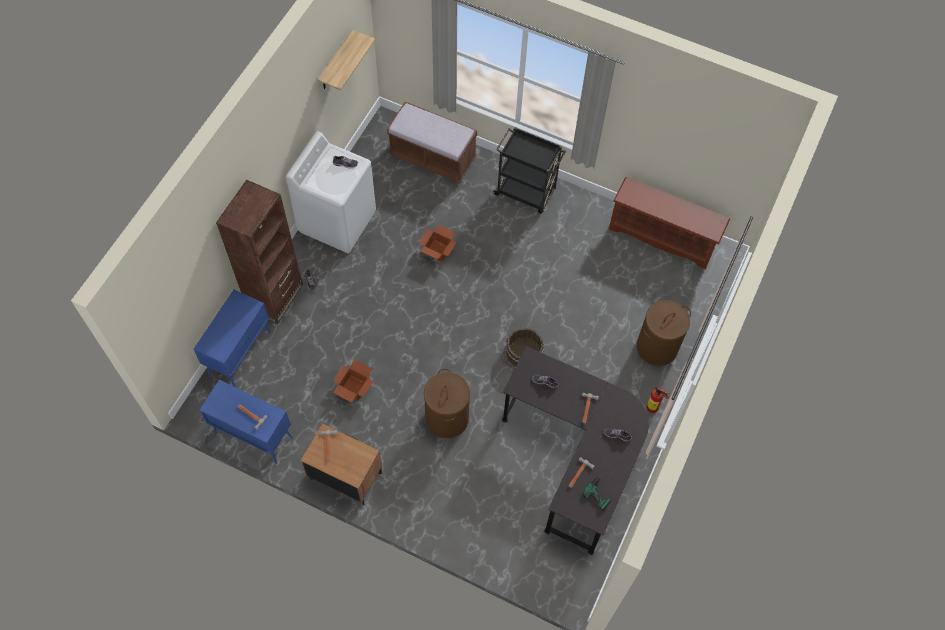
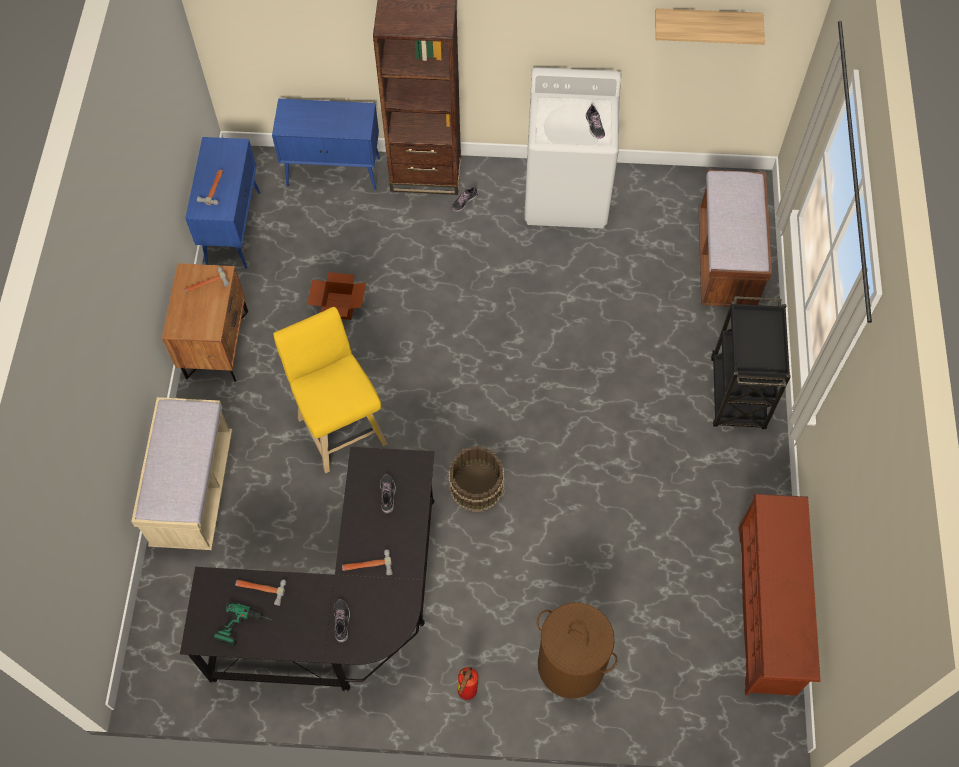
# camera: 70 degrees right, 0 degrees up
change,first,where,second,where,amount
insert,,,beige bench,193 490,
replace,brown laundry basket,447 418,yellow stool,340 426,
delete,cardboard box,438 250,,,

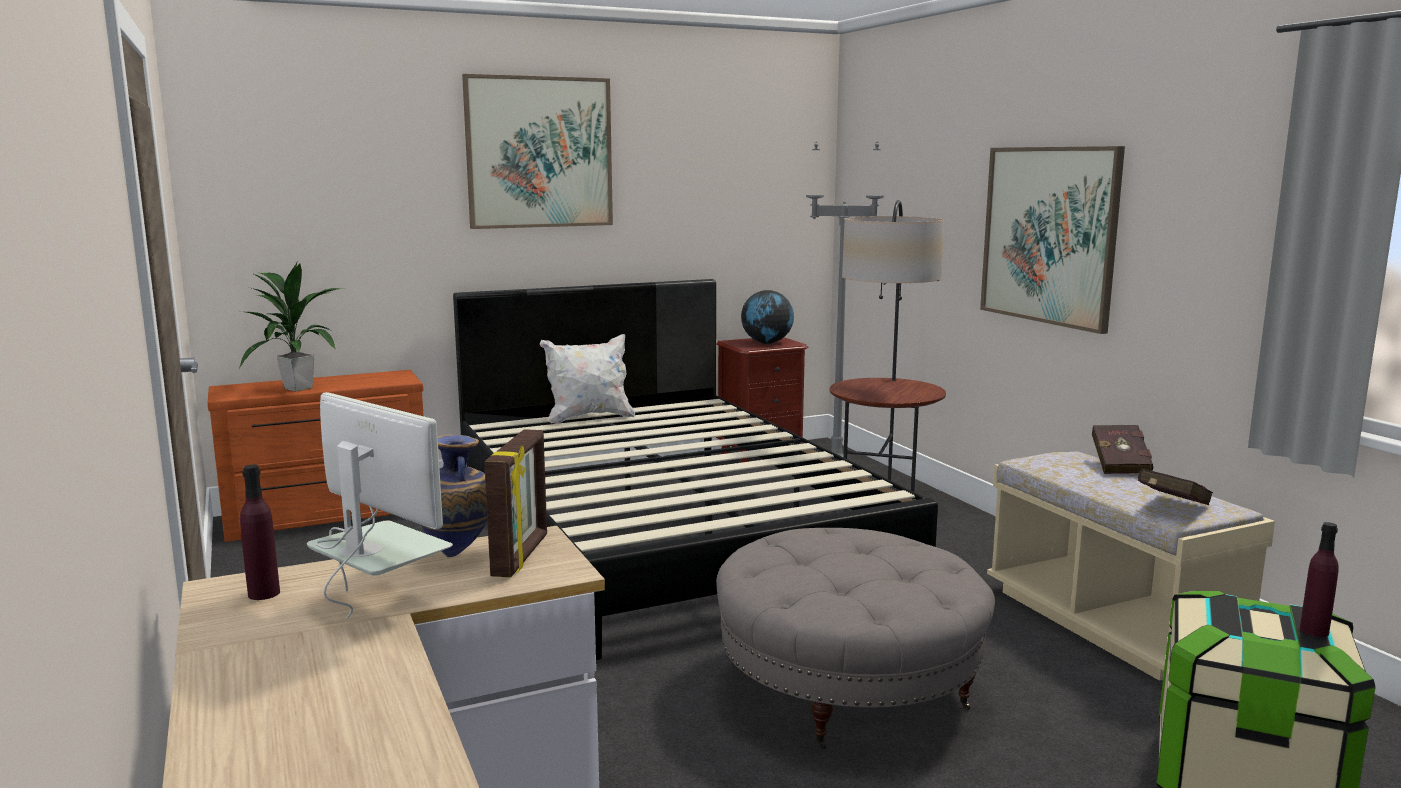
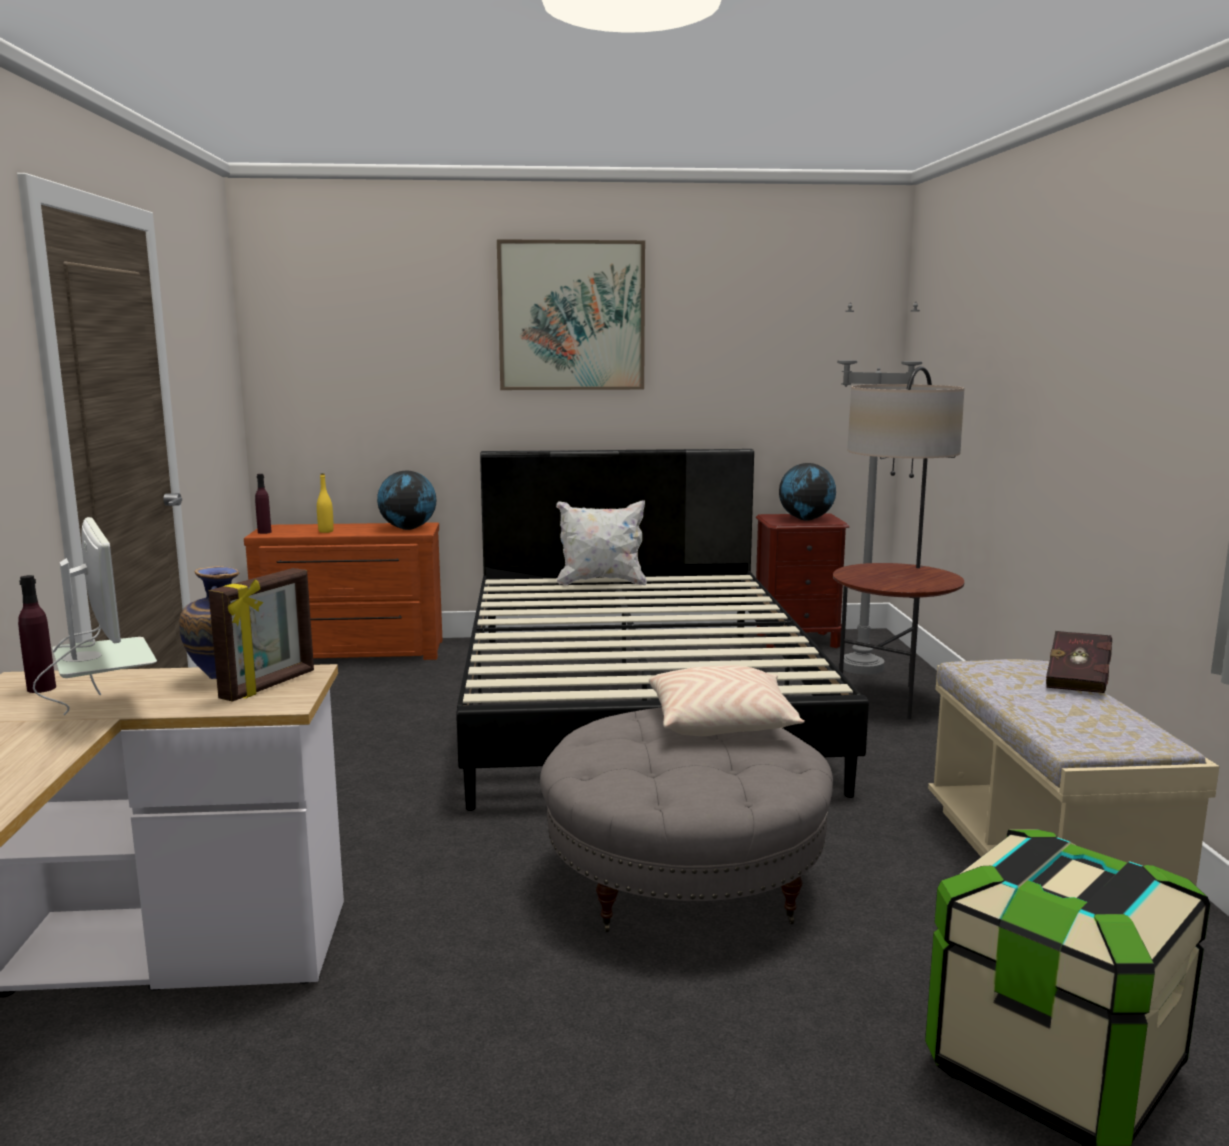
# camera: 20 degrees right, 0 degrees up
change,first,where,second,where,amount
move,purple bottle,1314 631,,264 532,
replace,potted plant,298 388,yellow bottle,326 531,
insert,,,globe,408 528,
insert,,,beige pillow,722 724,
delete,picture,1049 235,,,
delete,red book,1170 507,,,

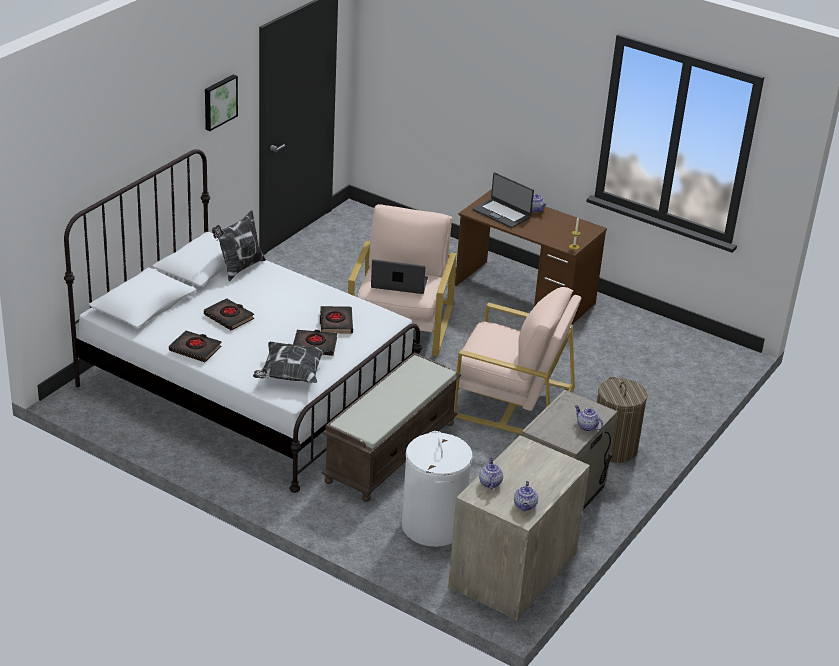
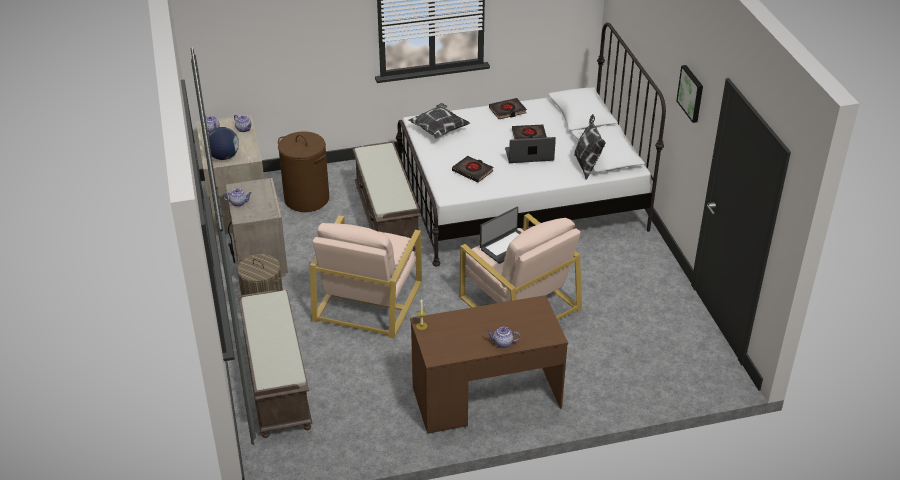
# camera: 135 degrees right, 5 degrees up
change,first,where,second,where,amount
insert,,,globe,224 157,
insert,,,brown bench,276 382,
recolor,white laundry basket,433 526,brown laundry basket,306 199,
rotate,beige armchair,512 401,,368 300,45 degrees counterclockwise
move,laptop,502 213,,529 155,
delete,black book,315 345,,,

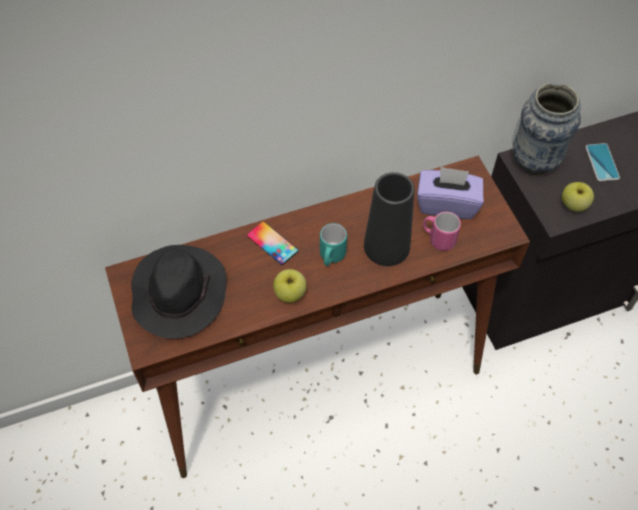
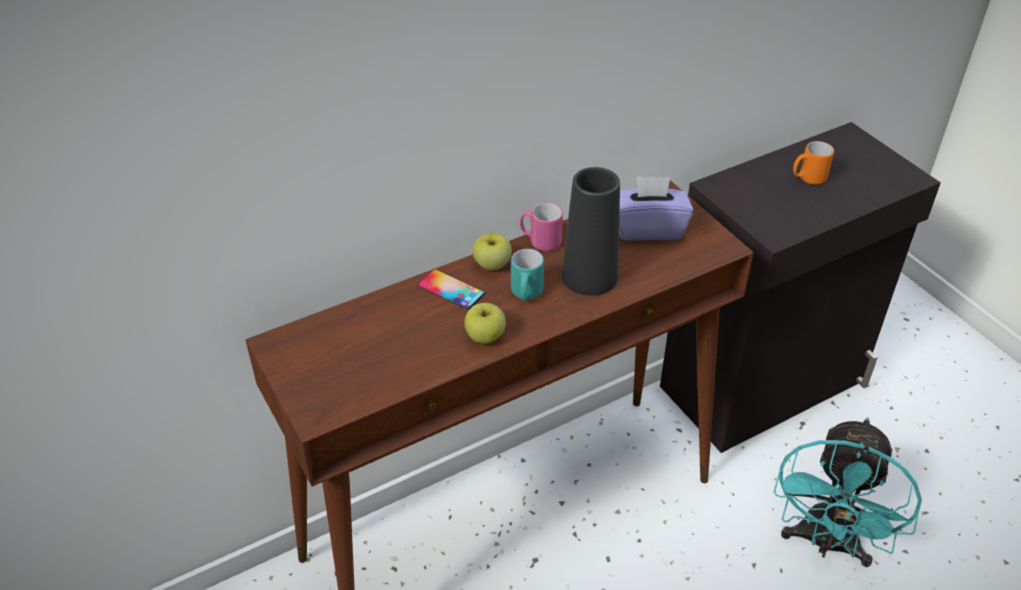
# camera: 10 degrees left, 15 degrees down
change,first,where,second,where,amount
move,apple,573 205,,492 265,
move,pink mug,438 239,,540 241,
insert,,,turquoise fan,826 544,
replace,phone,601 162,orange mug,807 178,
delete,black hat,179 292,,,
delete,vase,534 161,,,

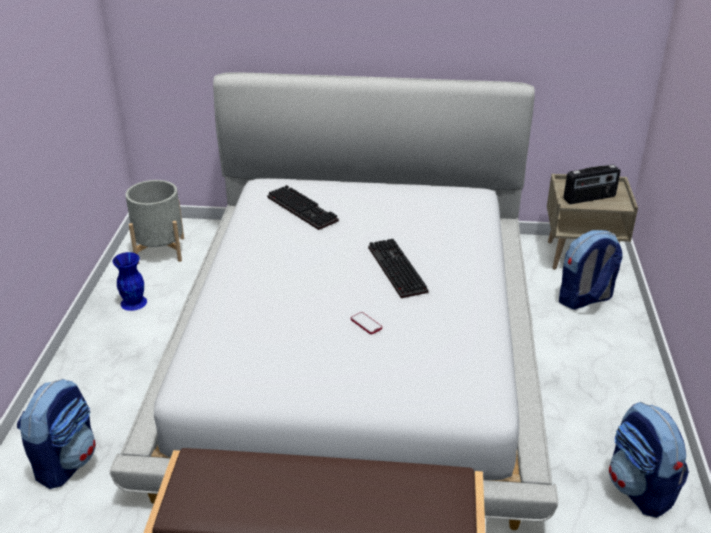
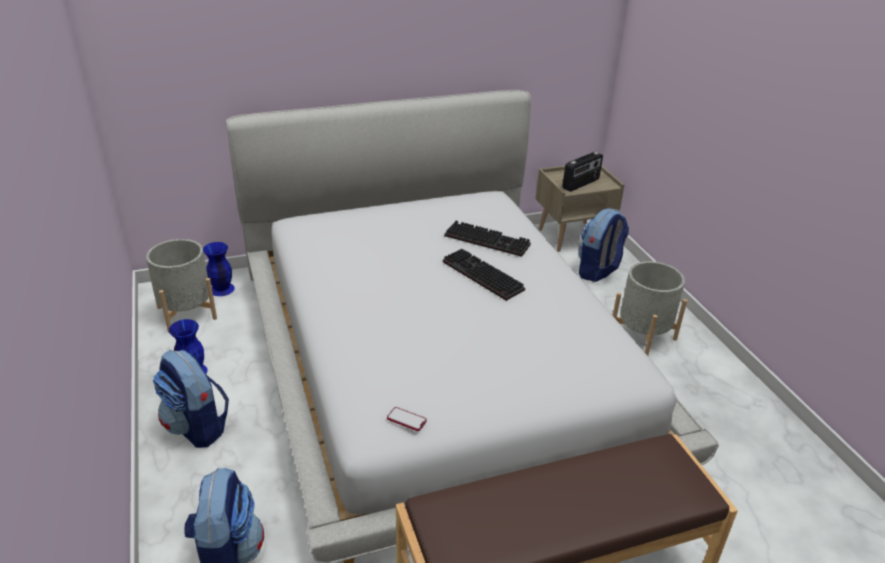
# camera: 25 degrees left, 0 degrees up
change,first,where,second,where,amount
move,backpack,640 489,,197 427,
insert,,,blue vase,221 289,
move,phone,366 324,,406 420,
move,keyboard,304 209,,489 240,
insert,,,grey planter,643 336,

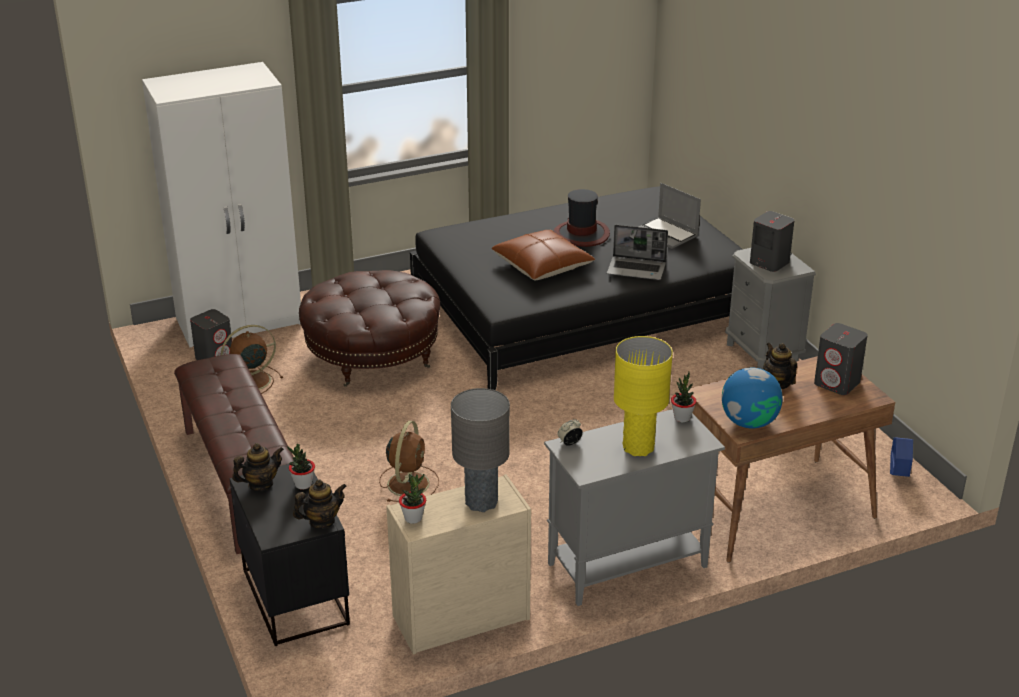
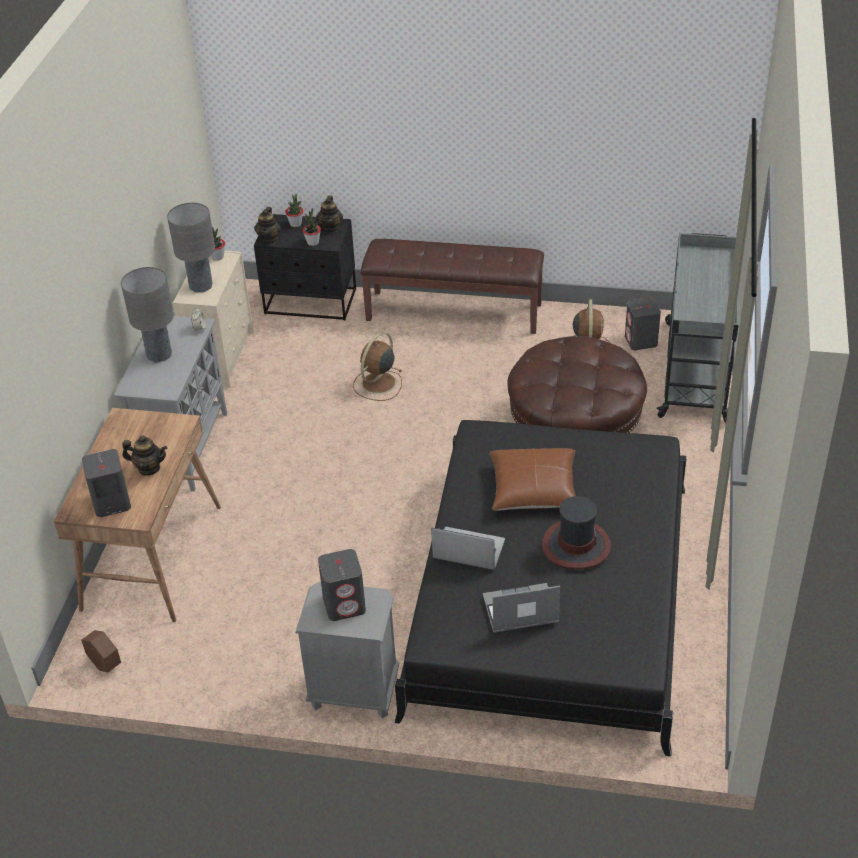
# camera: 125 degrees right, 10 degrees up
change,first,where,second,where,amount
recolor,blue planter,898 474,brown planter,105 665,
recolor,yellow table lamp,638 447,grey table lamp,159 355,
move,potted plant,682 418,,295 224,
rotate,brown fan,409 483,,378 384,75 degrees clockwise
rotate,laptop,637 269,,467 551,60 degrees clockwise
replace,white wardrobe,240 321,grey cart,696 369,
delete,globe,749 422,,,

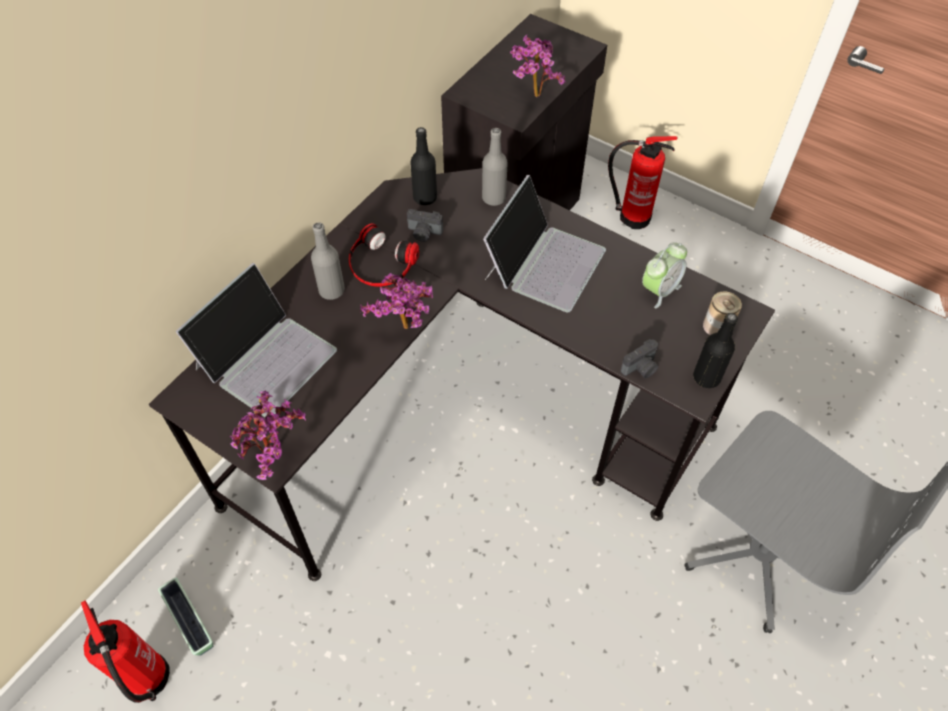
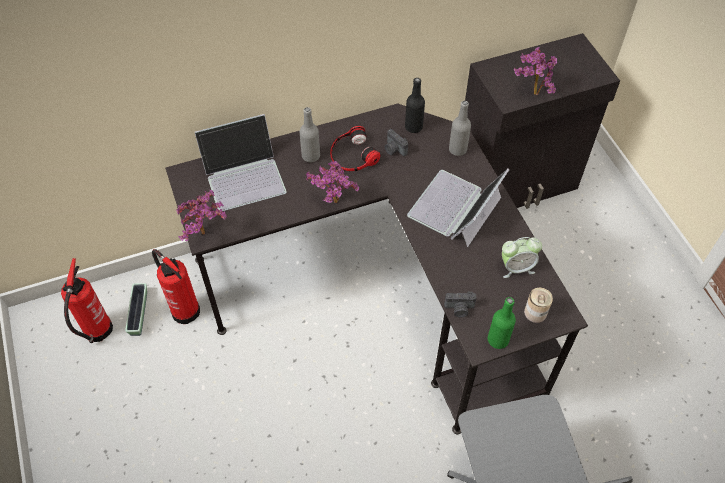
# camera: 35 degrees right, 0 degrees up
change,first,where,second,where,amount
move,fire extinguisher,631 216,,184 309,
rotate,laptop,544 262,,455 208,150 degrees clockwise
recolor,black bottle,706 377,green bottle,498 340,

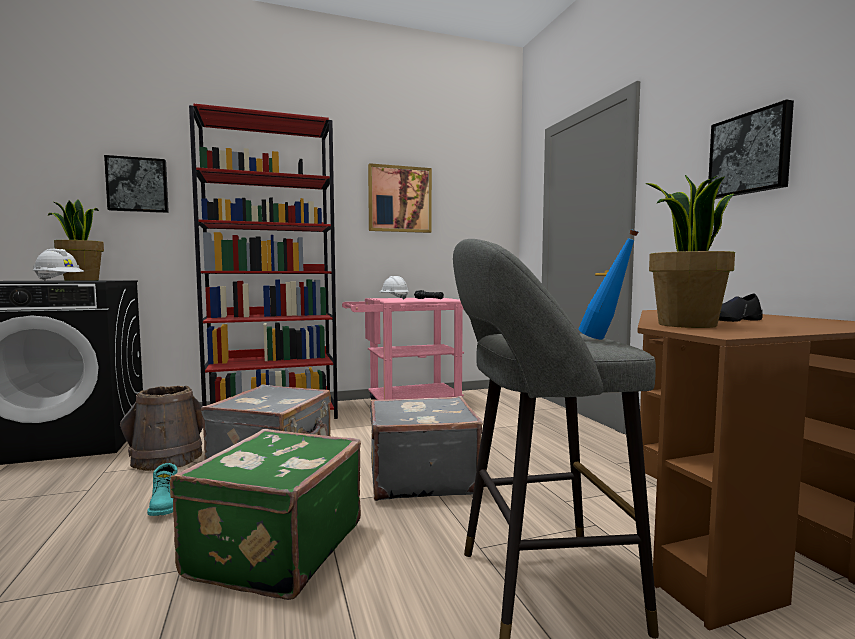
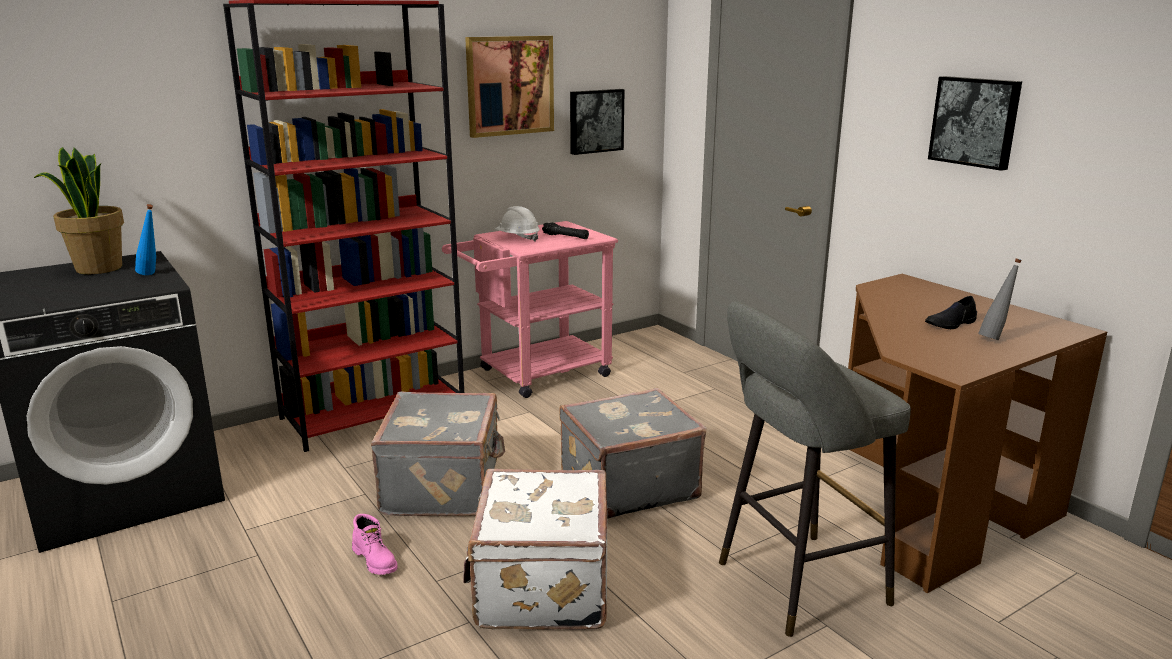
# camera: 15 degrees left, 15 degrees up
change,first,where,second,where,amount
move,blue bottle,605 339,,152 275,
recolor,turquoise boot,165 505,pink boot,376 560,
recolor,green suitcase,273 549,white suitcase,540 587,
move,picture,138 185,,595 121,
insert,,,grey bottle,994 338,
delete,white hard hat,59 280,,,
delete,brown bucket,167 459,,,
delete,potted plant,685 325,,,

